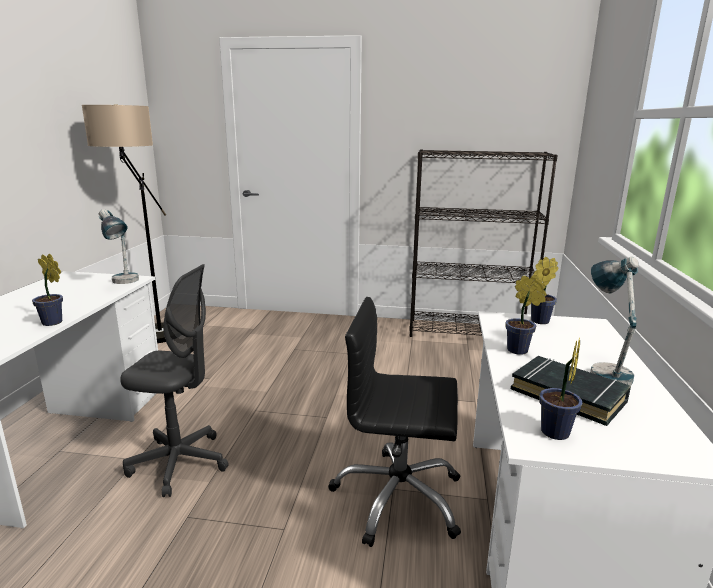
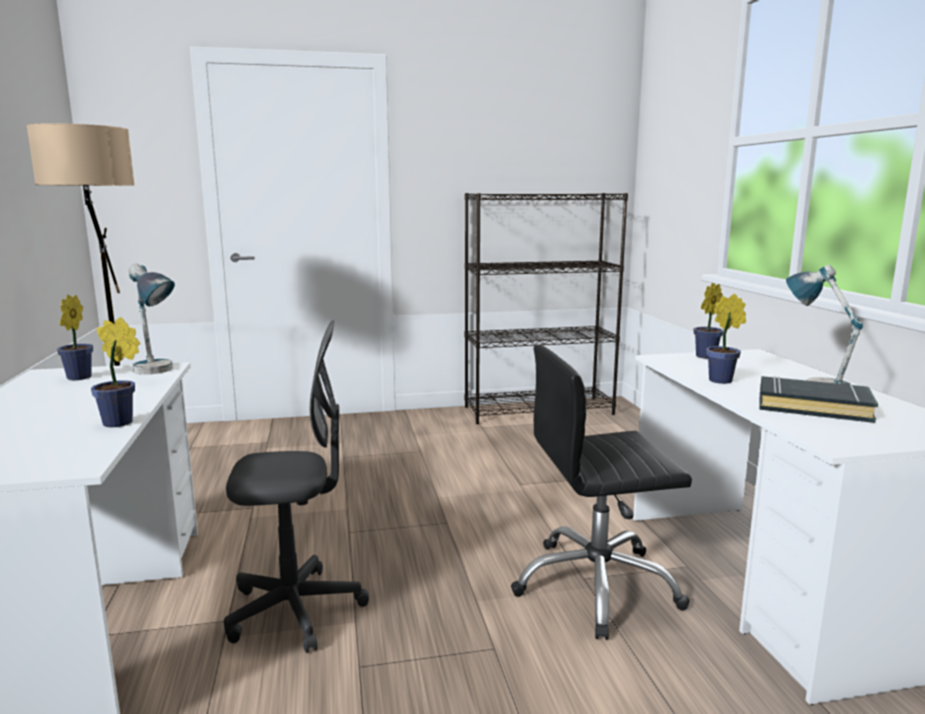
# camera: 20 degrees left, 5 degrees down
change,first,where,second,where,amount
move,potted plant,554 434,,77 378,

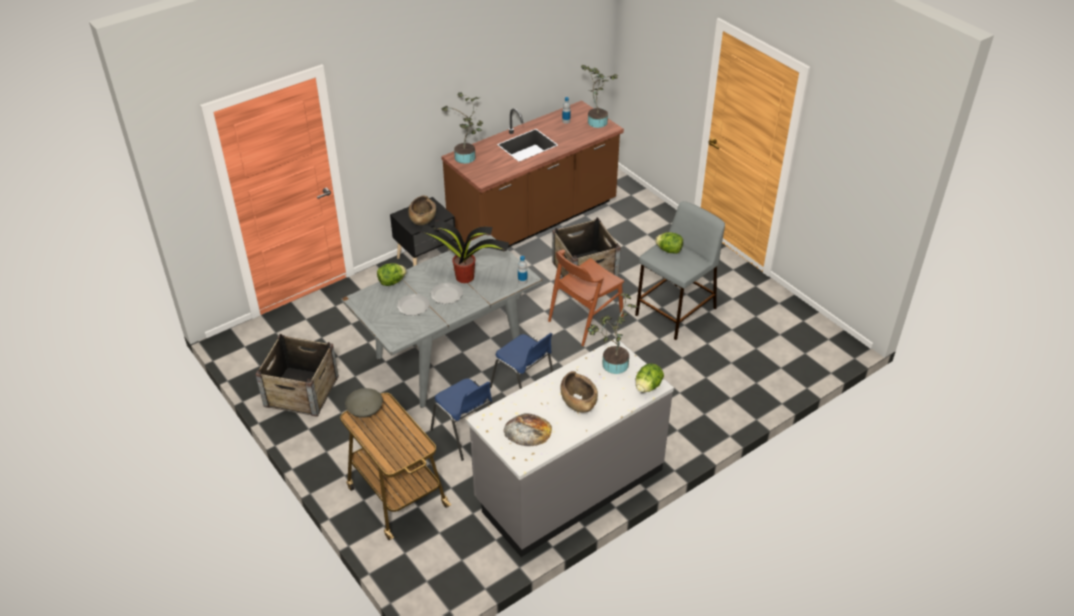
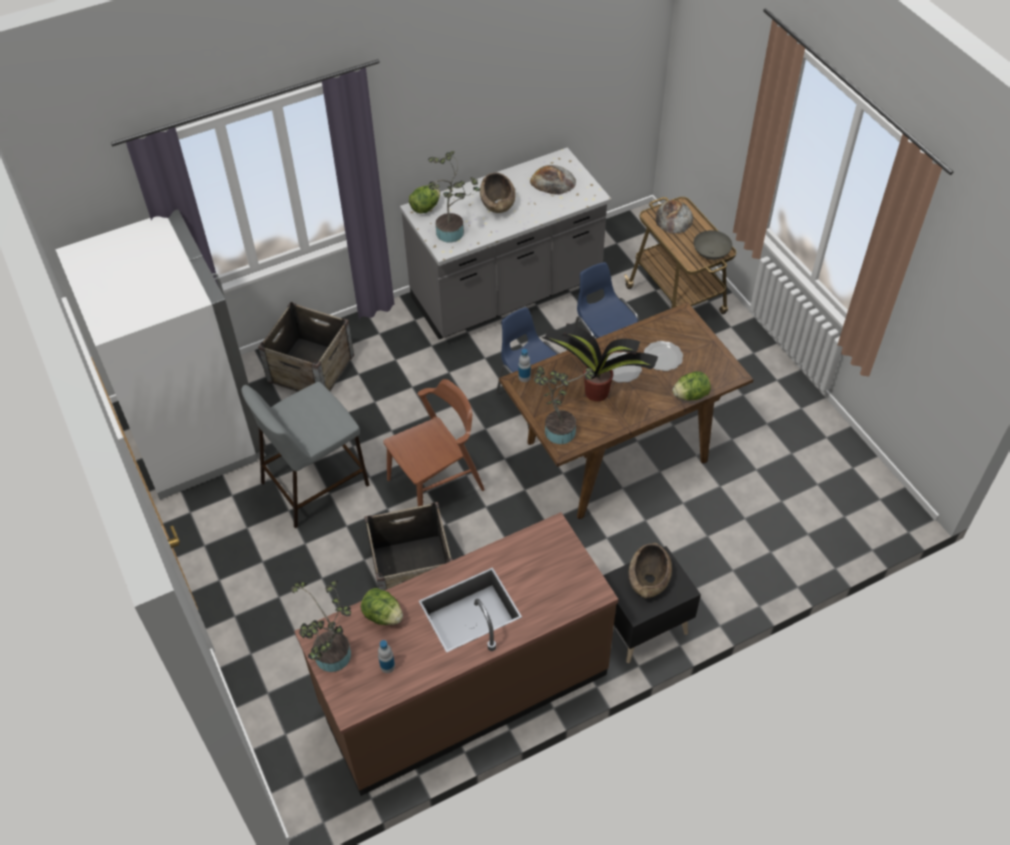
# camera: 170 degrees left, 10 degrees up
change,first,where,second,where,amount
insert,,,white fridge,194 432,
move,crate,301 391,,311 368,
move,lettuce,669 250,,383 615,
recolor,grey dining table,448 357,brown dining table,618 451,
move,potted plant,467 158,,557 429,
insert,,,bread,673 217,

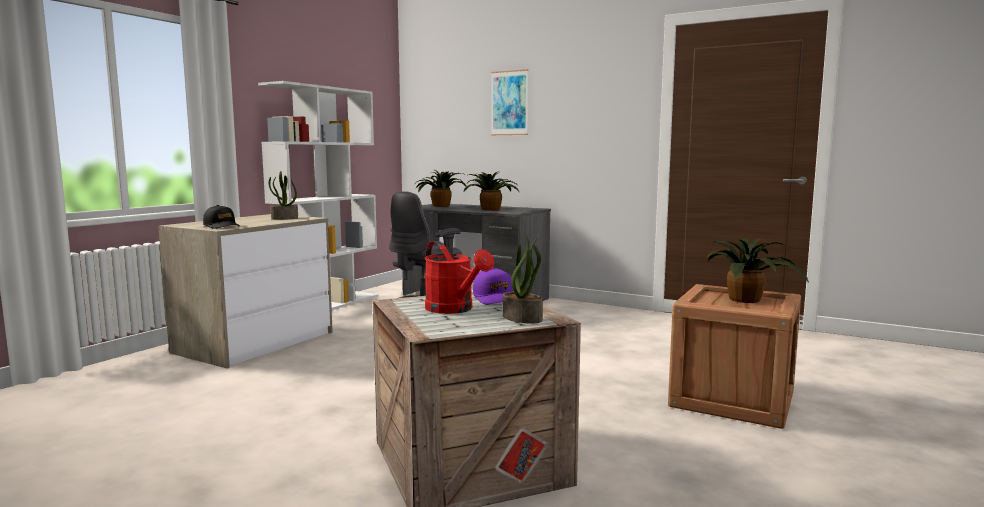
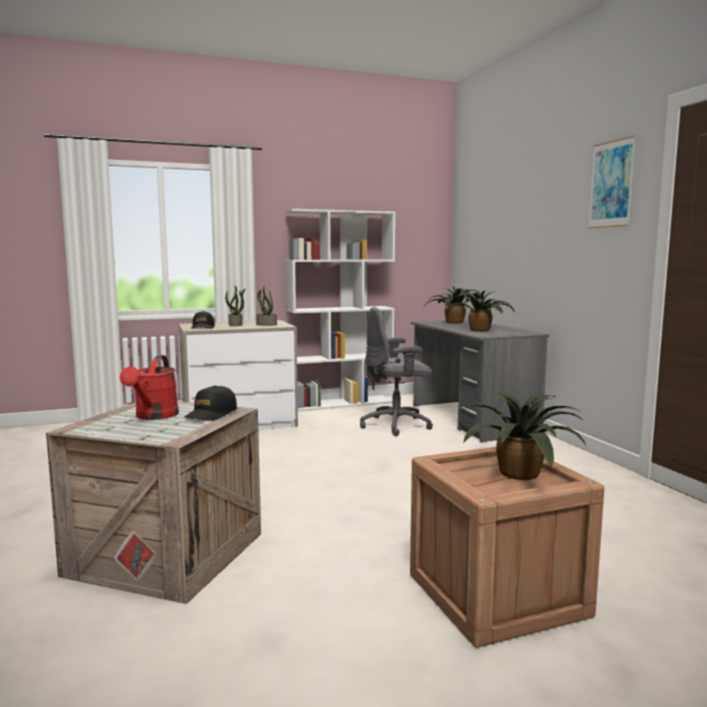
# camera: 40 degrees right, 0 degrees up
change,first,where,second,where,amount
recolor,purple cap,495 298,black cap,211 414,
move,potted plant,523 318,,236 325,
move,picture,509 103,,611 184,

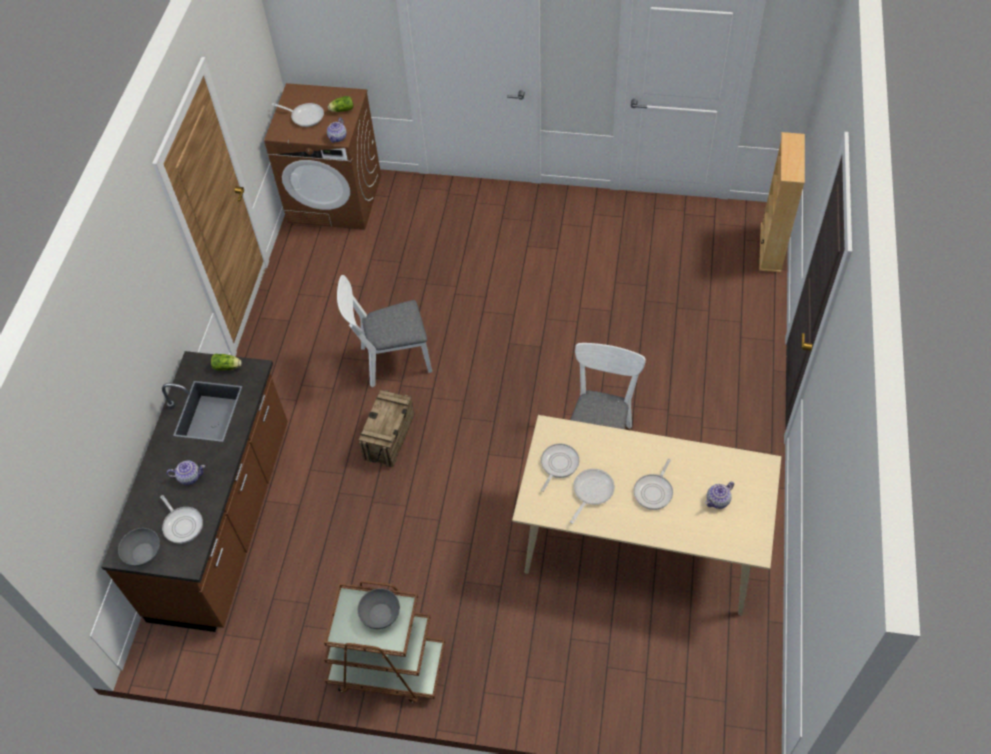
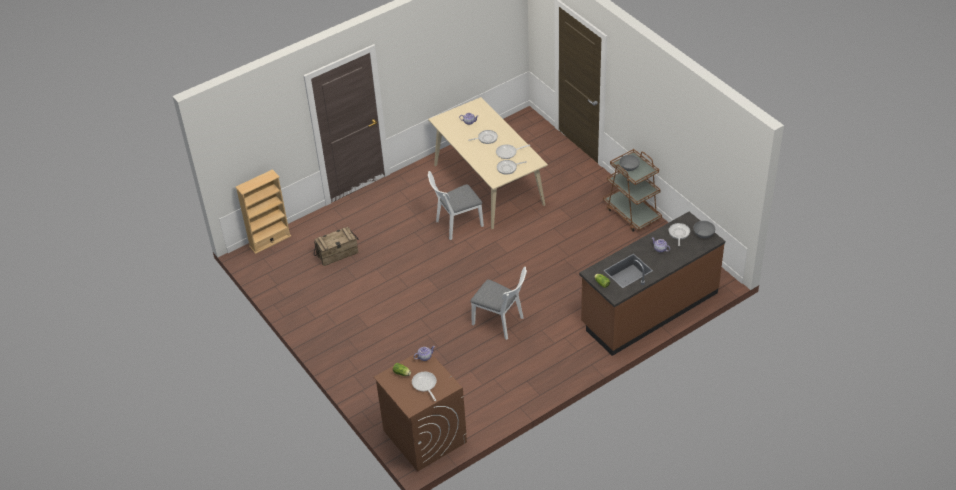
# camera: 135 degrees left, 10 degrees down
change,first,where,second,where,amount
move,crate,390 438,,337 253,

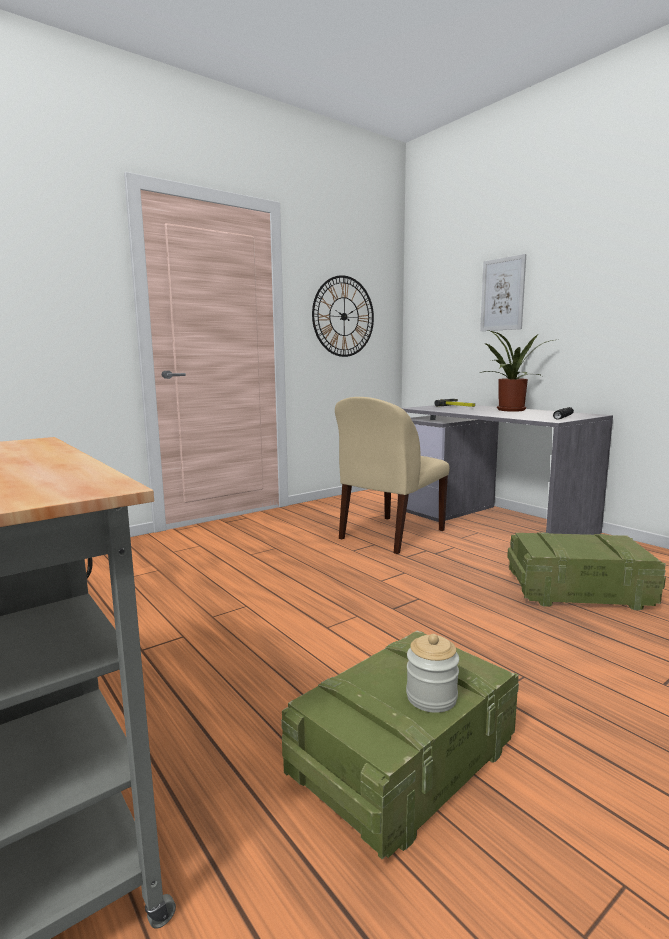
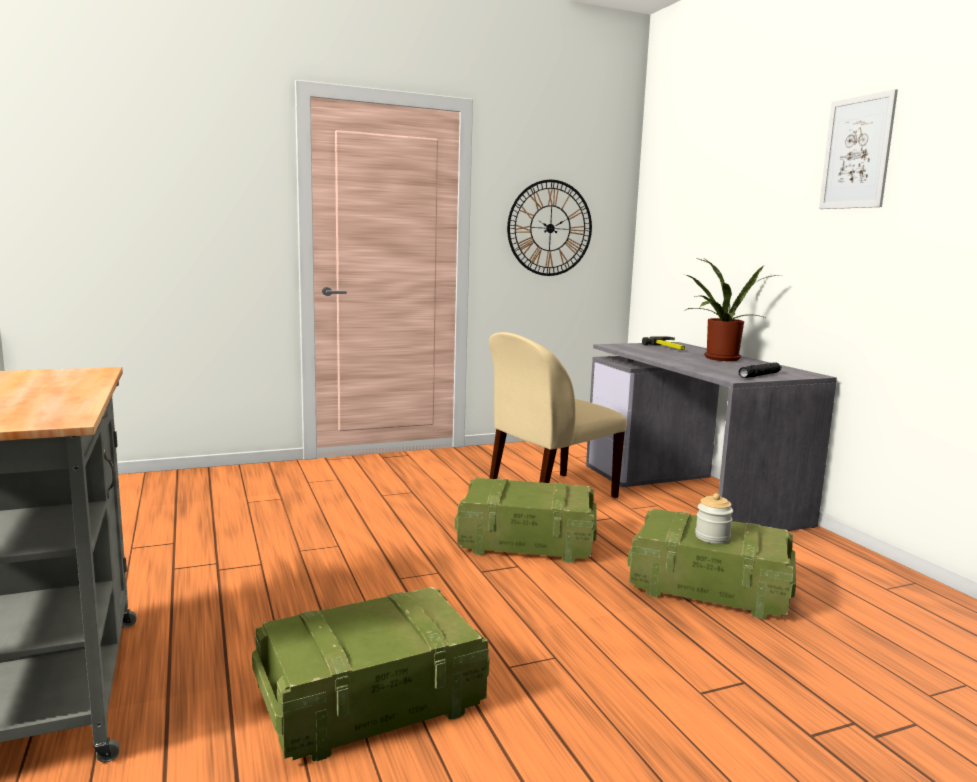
# camera: 15 degrees right, 0 degrees up
change,first,where,second,where,amount
insert,,,crate,528 542,
move,jar,431 697,,712 537,
move,picture,502 294,,857 152,

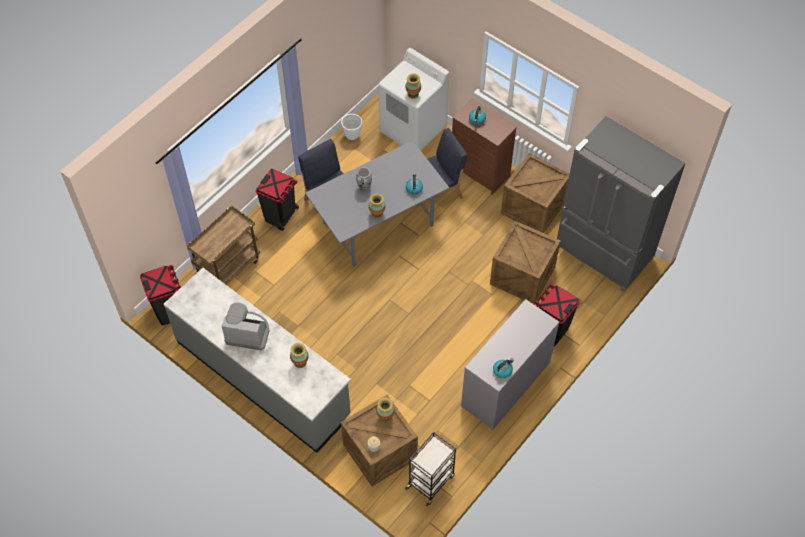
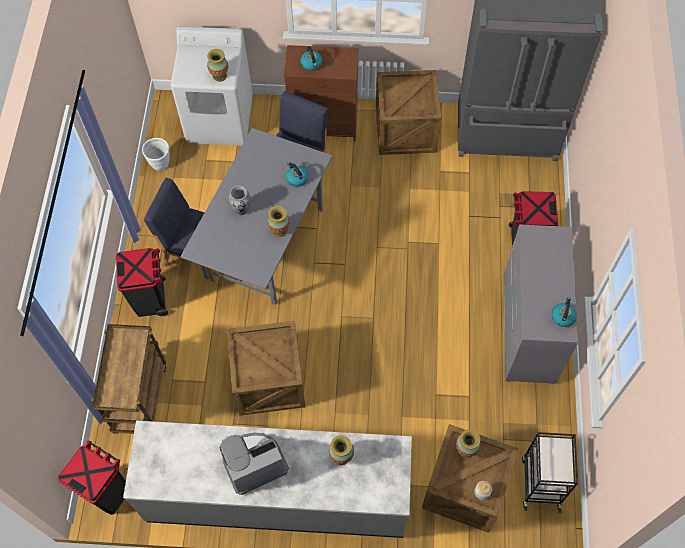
# camera: 35 degrees left, 5 degrees up
change,first,where,second,where,amount
move,crate,522 274,,268 379,

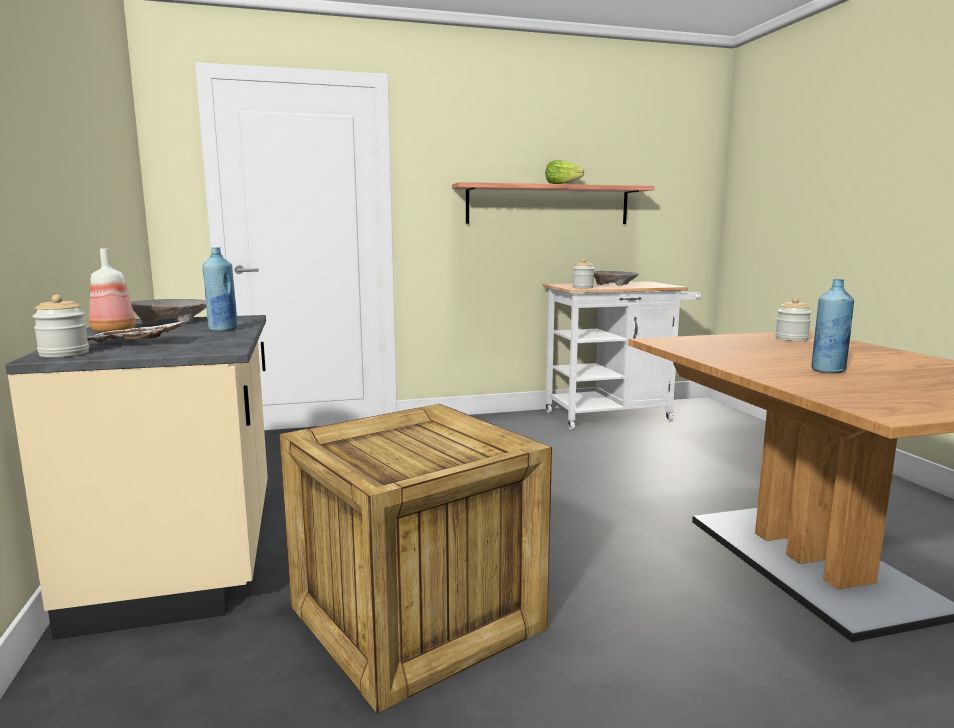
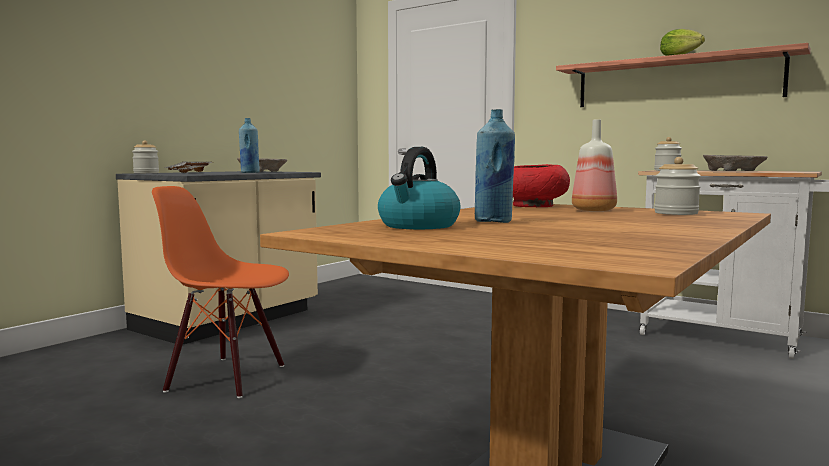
# camera: 50 degrees right, 5 degrees down
change,first,where,second,where,amount
replace,crate,411 616,orange chair,227 377,
insert,,,kettle,418 226,
insert,,,red bowl,533 206,
move,bottle,113 331,,593 210,

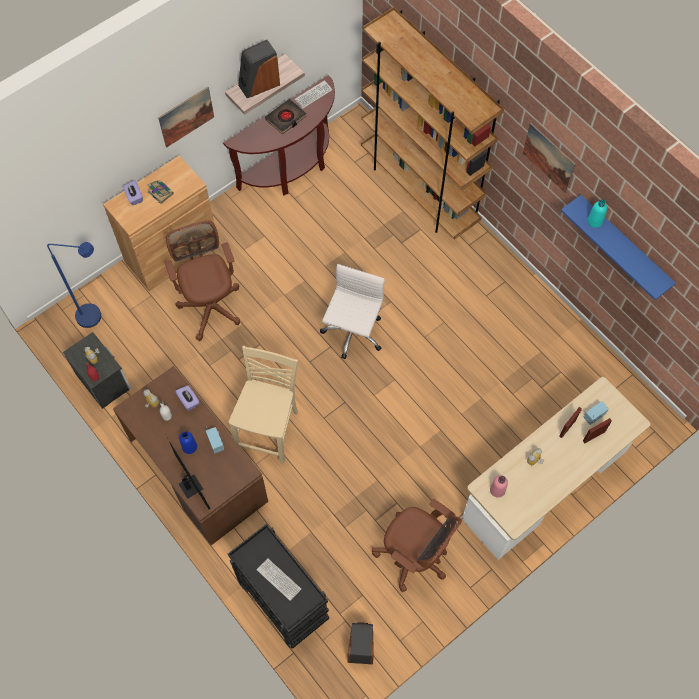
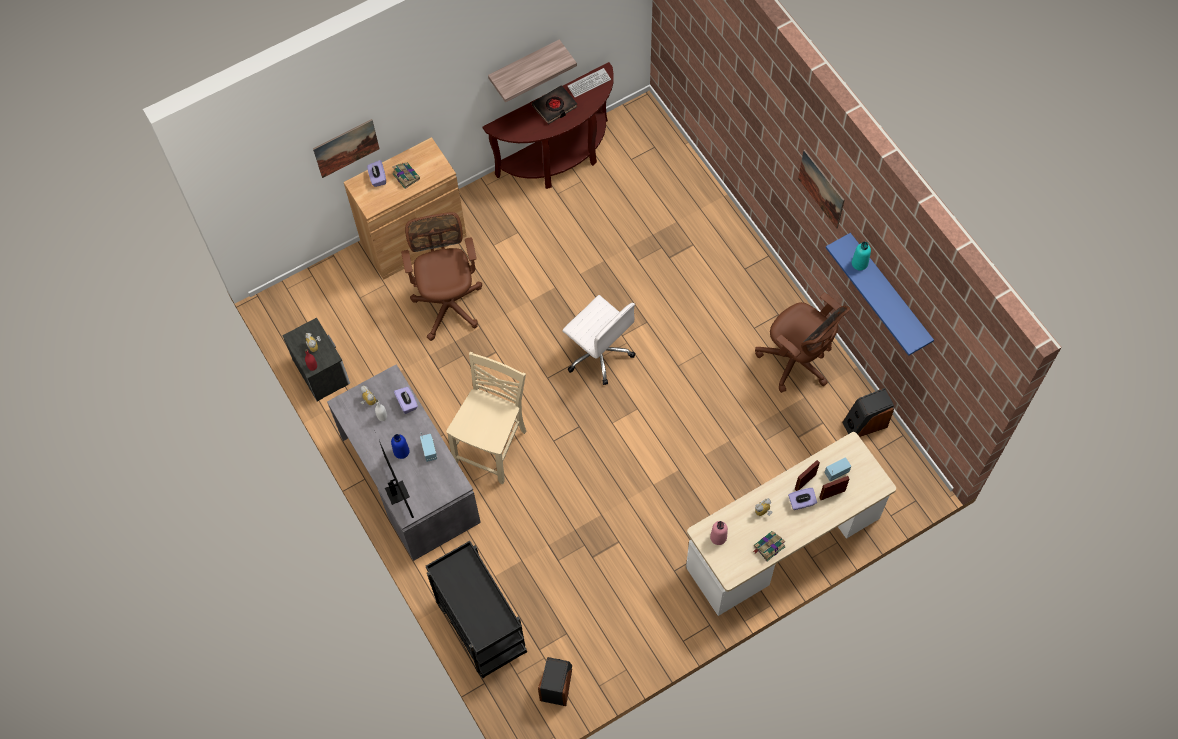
# camera: 10 degrees right, 0 degrees up
change,first,where,second,where,amount
move,picture,186 116,,346 148,
recolor,brown desk,196 470,grey desk,408 480,
rotate,white office chair,352 334,,599 353,105 degrees clockwise
insert,,,book,768 547,
move,brown office chair,414 556,,797 361,
insert,,,purple tissue box,801 502,
move,speaker,259 84,,864 423,
delete,blue floor lamp,96 317,,,
delete,keyboard,279 579,,,
delete,brown bookcase,419 190,,,

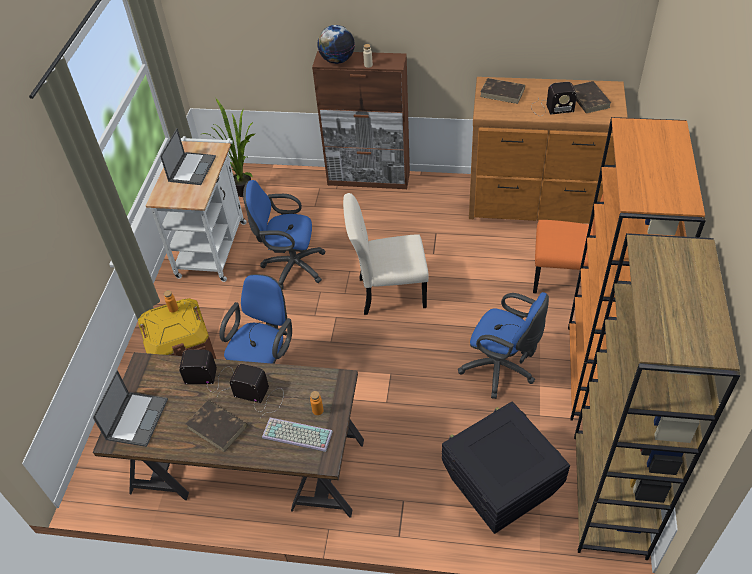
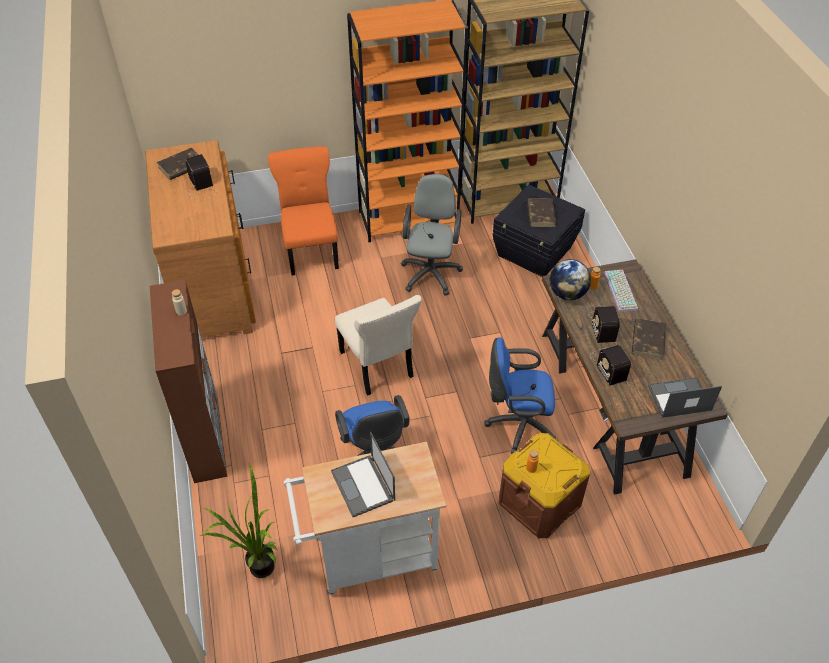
# camera: 115 degrees left, 0 degrees up
change,first,where,second,where,amount
rotate,laptop,192 168,,363 486,105 degrees counterclockwise
recolor,blue office chair,501 370,grey office chair,431 271,
move,brown book,503 92,,540 214,
move,globe,337 60,,567 294,

